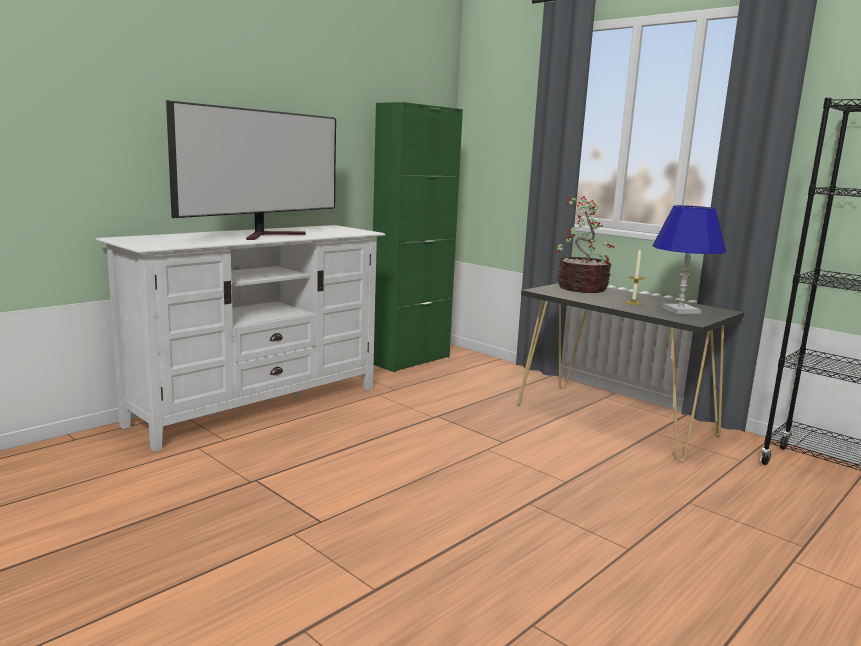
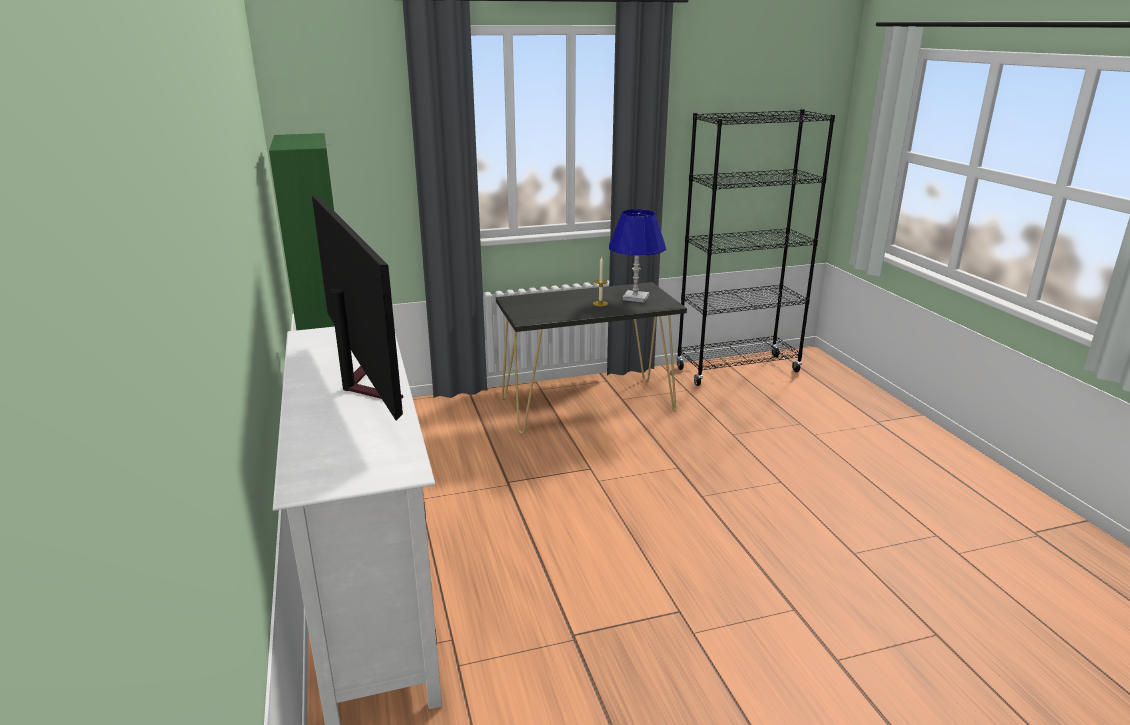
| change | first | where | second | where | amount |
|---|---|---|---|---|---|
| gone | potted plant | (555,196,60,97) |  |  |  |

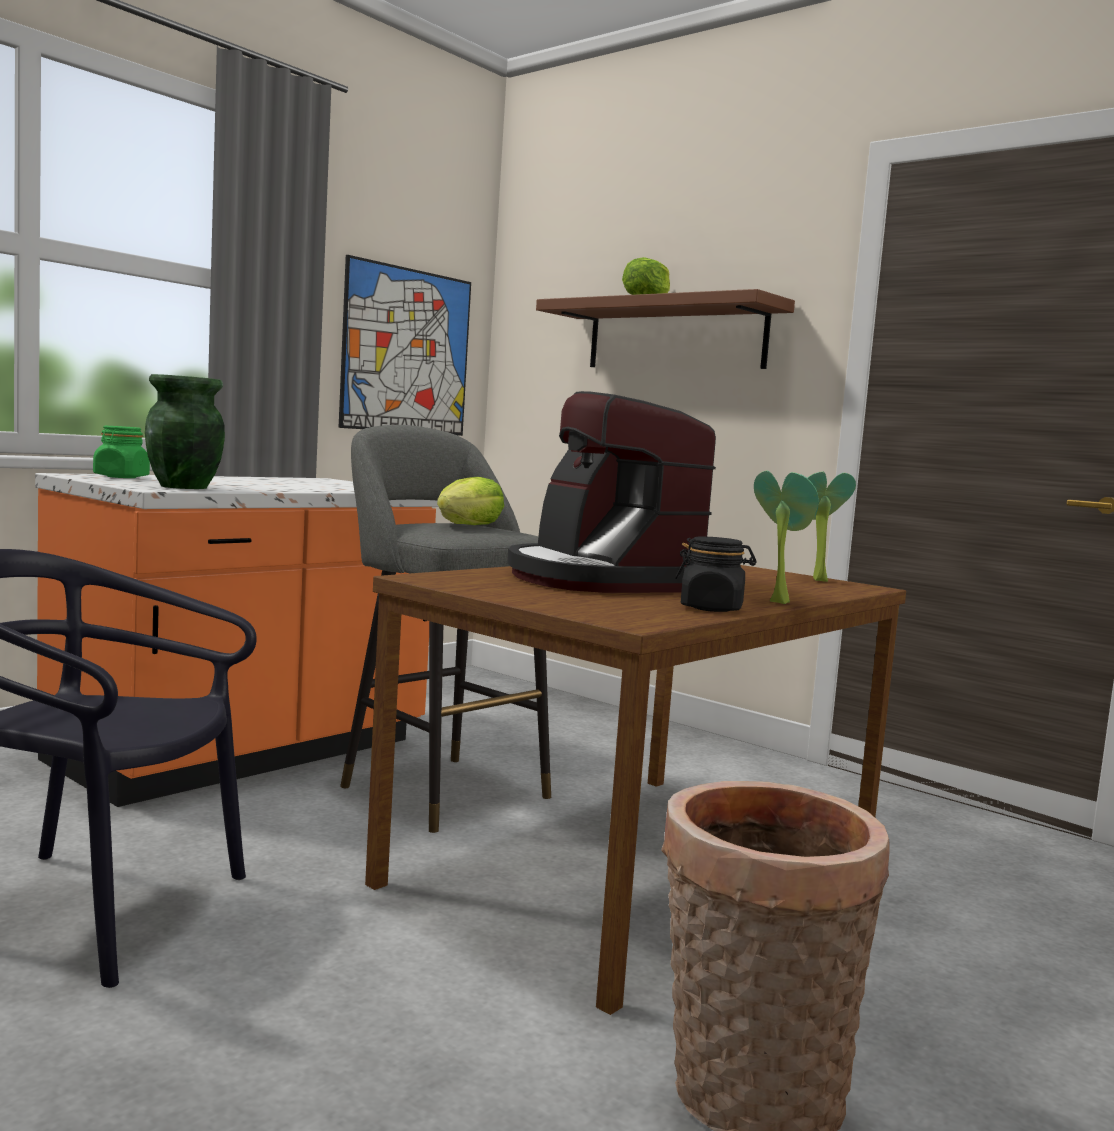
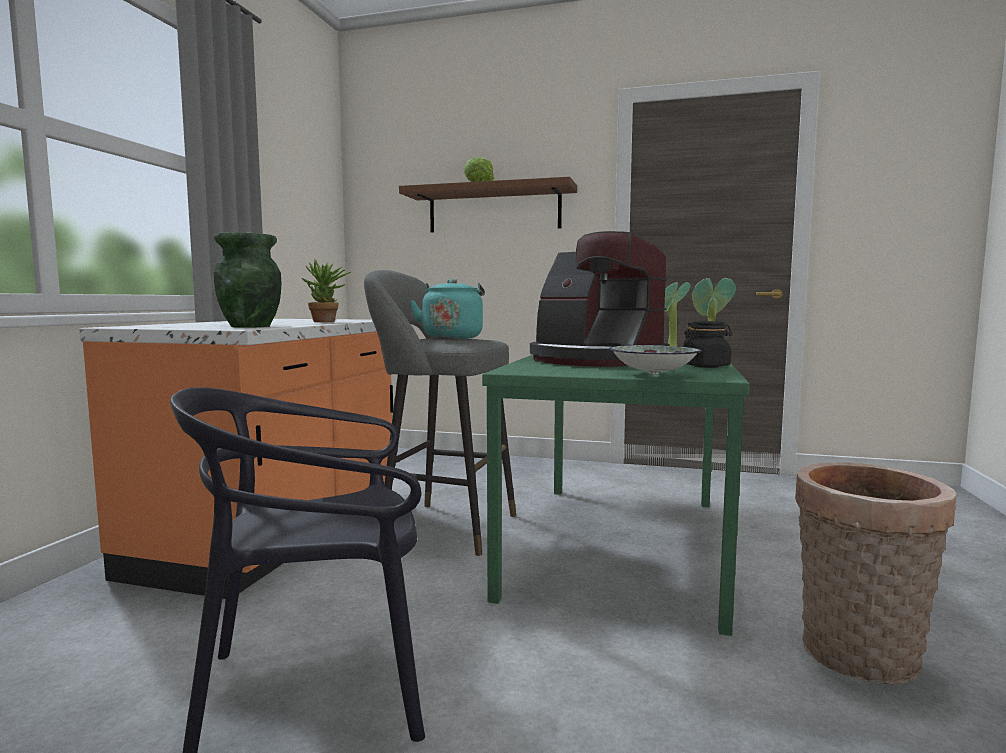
| change | first | where | second | where | amount |
|---|---|---|---|---|---|
| new |  |  | potted plant | (302,259,49,63) |  |
| swapped | lettuce | (437,477,67,48) | kettle (turquoise) | (409,279,76,60) |  |
| repainted | dining table (brown) | (365,565,541,450) | dining table (green) | (482,355,268,281) |  |
| new |  |  | bowl | (609,345,93,30) |  |
| gone | jar (green) | (93,426,57,52) |  |  |  |
| gone | picture | (338,255,133,181) |  |  |  |

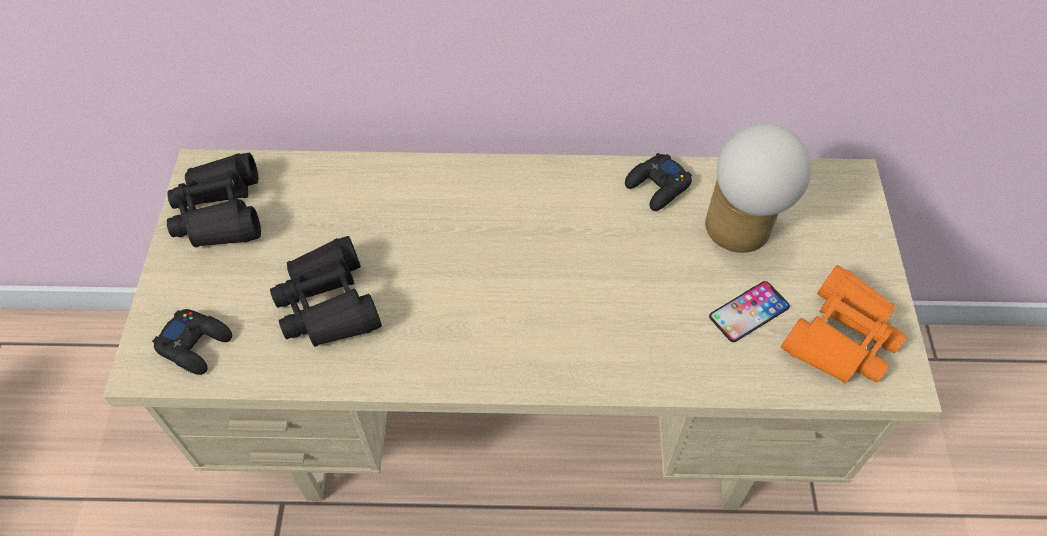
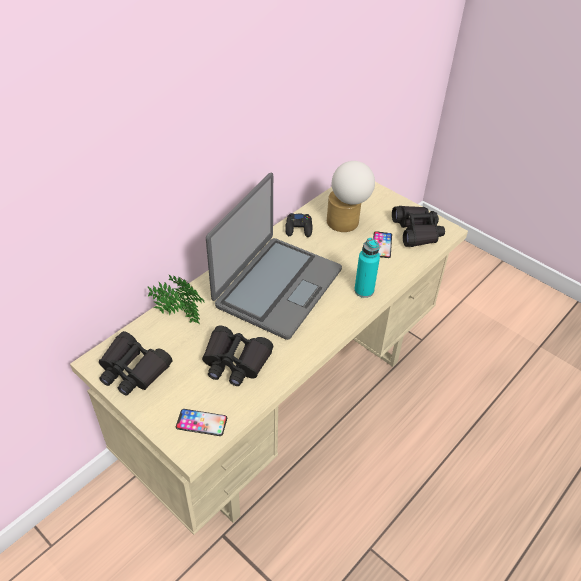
| change | first | where | second | where | amount |
|---|---|---|---|---|---|
| new |  |  | potted plant | (147,274,58,50) |  |
| swapped | game controller (black) | (152,309,80,66) | phone | (176,409,51,27) |  |
| new |  |  | laptop | (206,173,136,167) |  |
| new |  |  | bottle (turquoise) | (354,238,26,60) |  |
| repainted | binoculars (orange) | (781,265,126,118) | binoculars (black) | (392,206,53,41) |  |

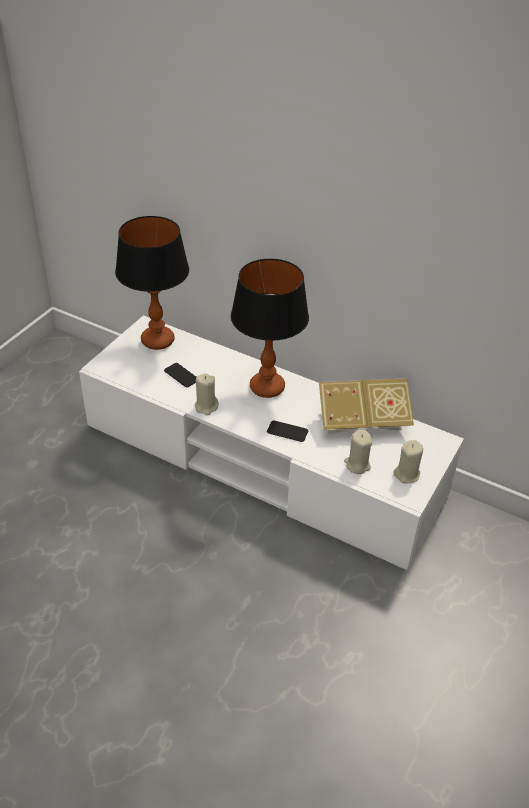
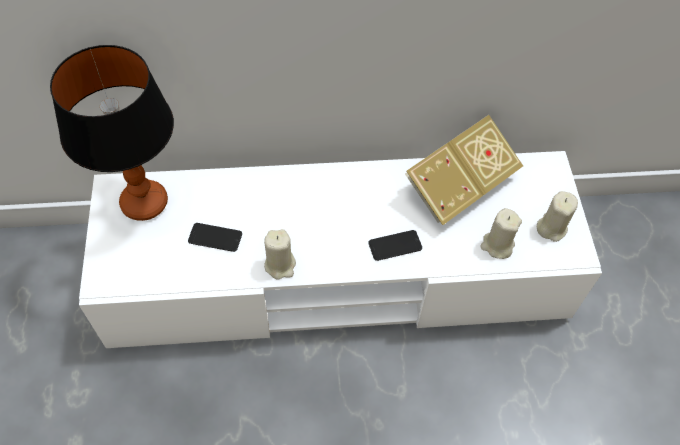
| change | first | where | second | where | amount |
|---|---|---|---|---|---|
| gone | table lamp | (231,259,78,139) |  |  |  |

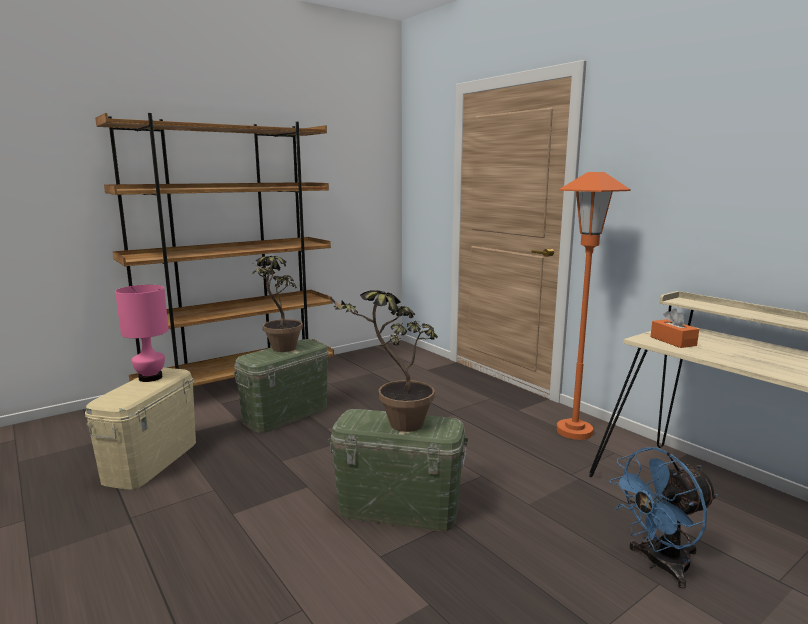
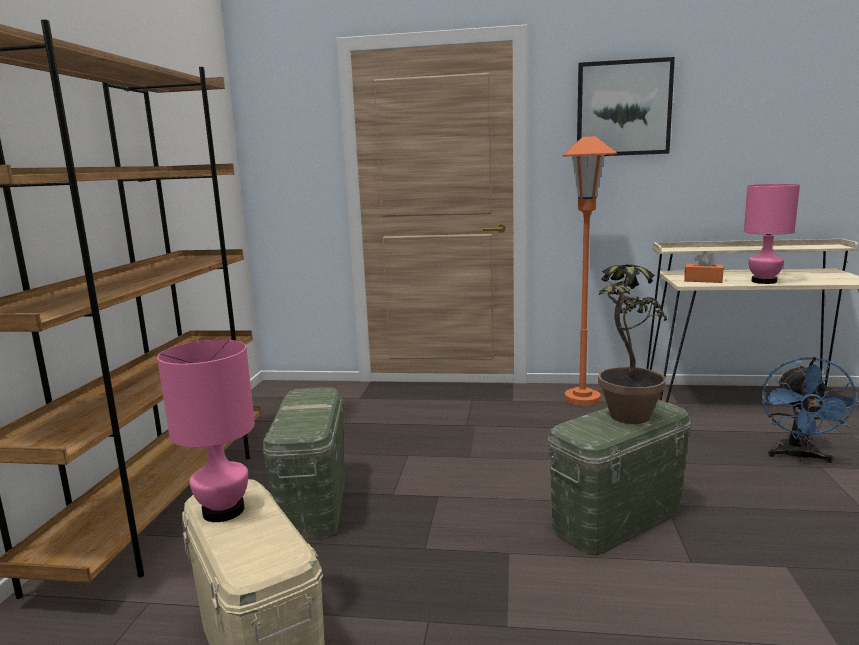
| change | first | where | second | where | amount |
|---|---|---|---|---|---|
| new |  |  | picture | (577,57,98,99) |  |
| new |  |  | table lamp (pink) | (744,184,56,100) |  |
| gone | potted plant | (252,256,51,96) |  |  |  |

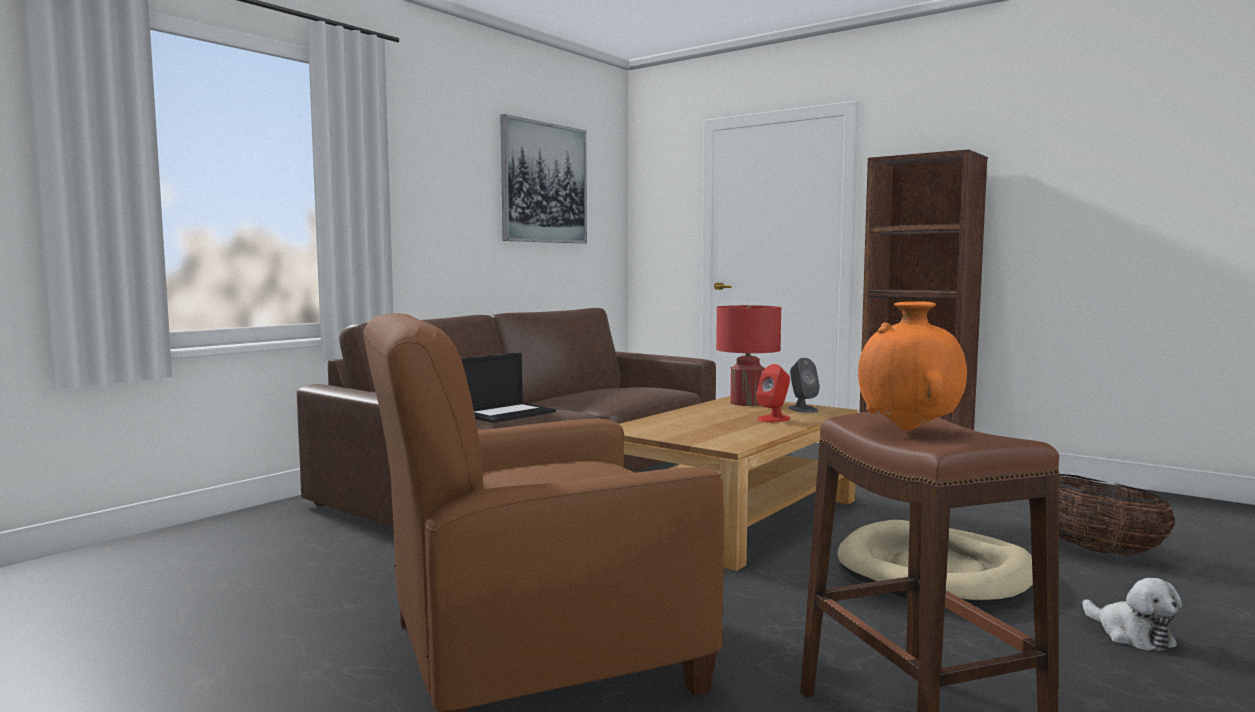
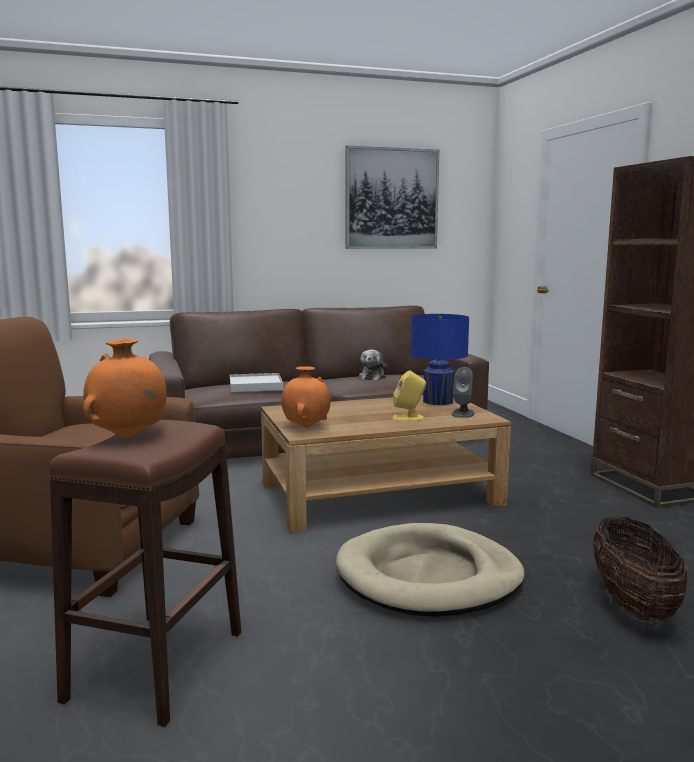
| change | first | where | second | where | amount |
|---|---|---|---|---|---|
| swapped | laptop | (461,352,95,71) | tray (white) | (230,373,53,19) |  |
| new |  |  | vase (orange) | (281,366,50,62) |  |
| shifted | plush toy | (1082,578,100,74) |  | (359,350,28,30) |  |
| repainted | speaker (red) | (756,364,34,59) | speaker (yellow) | (392,370,34,52) |  |
| repainted | table lamp (red) | (716,305,66,101) | table lamp (blue) | (411,314,58,91) |  |

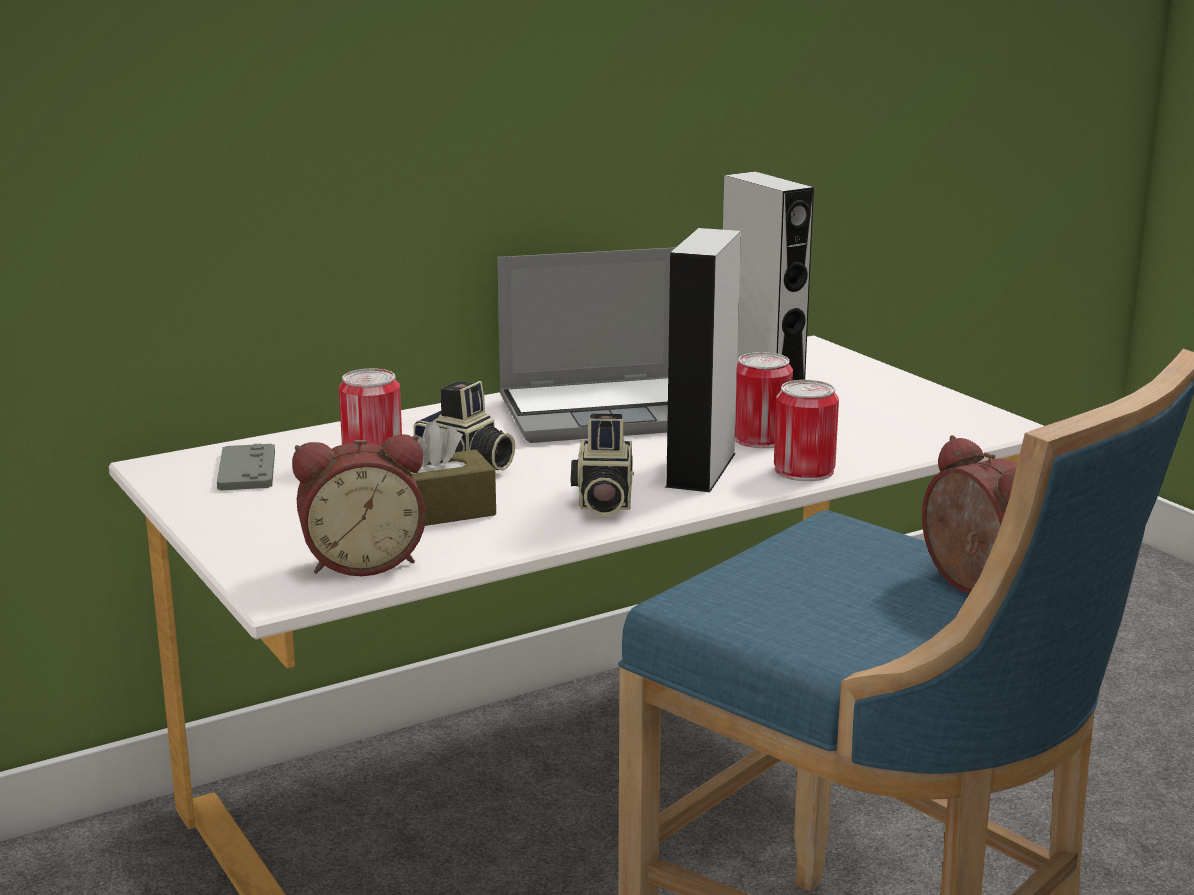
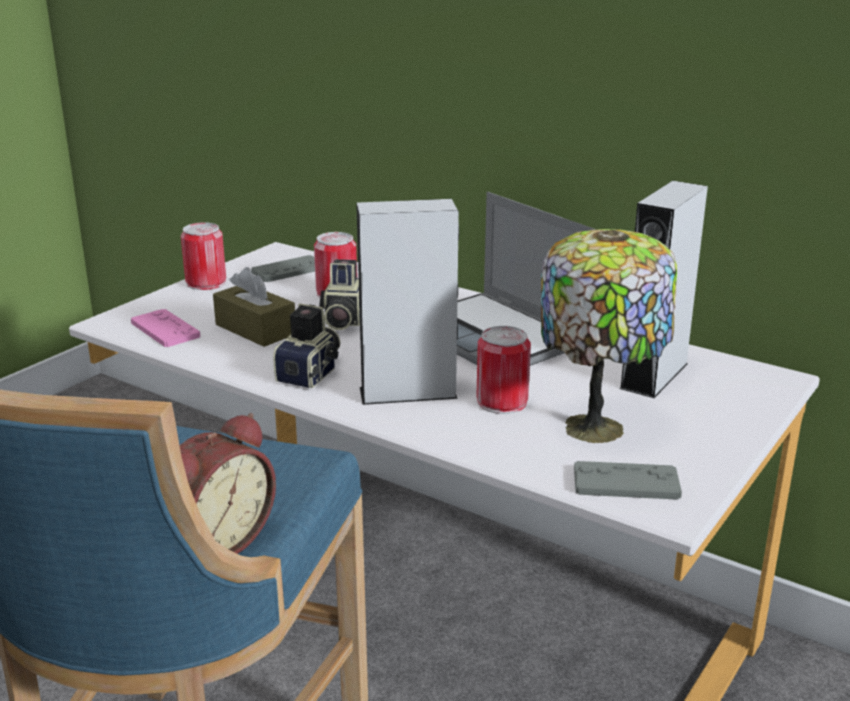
| change | first | where | second | where | amount |
|---|---|---|---|---|---|
| swapped | alarm clock | (292,434,134,142) | game controller (pink) | (131,309,69,38) |  |
| shifted | can | (774,380,65,101) |  | (181,222,45,68) |  |
| rotated | photo camera | (571,414,63,102) |  | (273,303,67,85) | 135 degrees clockwise |
| new |  |  | table lamp | (541,229,136,214) |  |
| new |  |  | game controller (grey) | (574,461,108,39) |  |

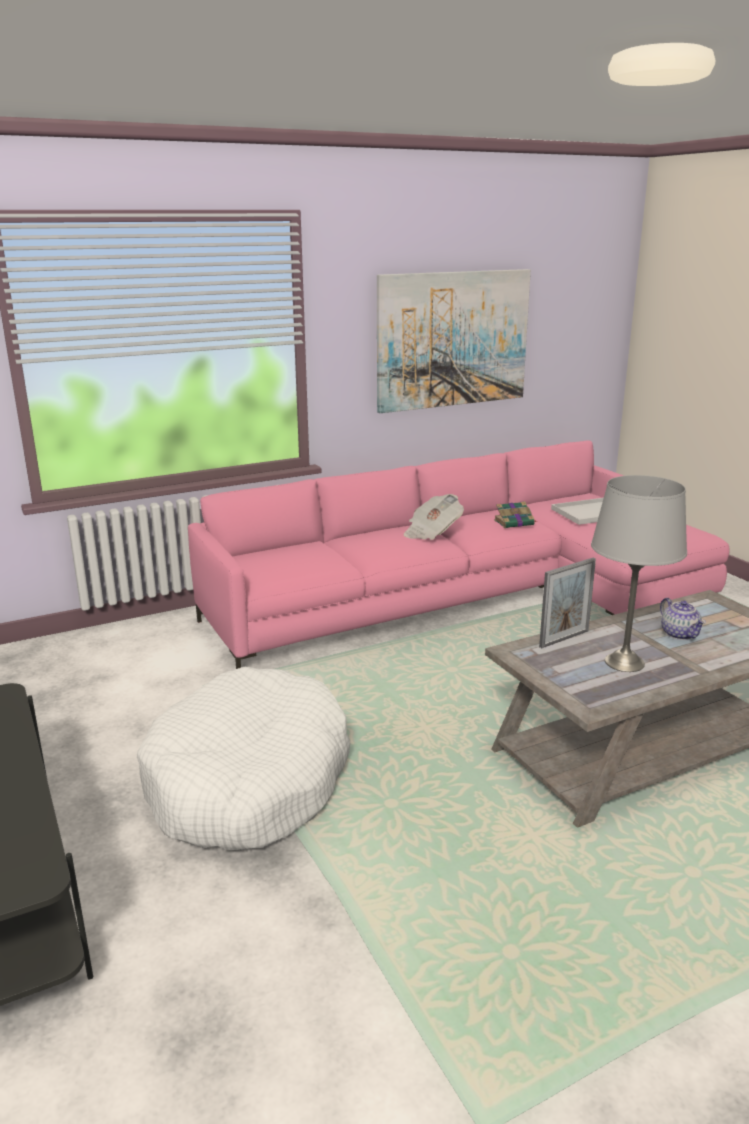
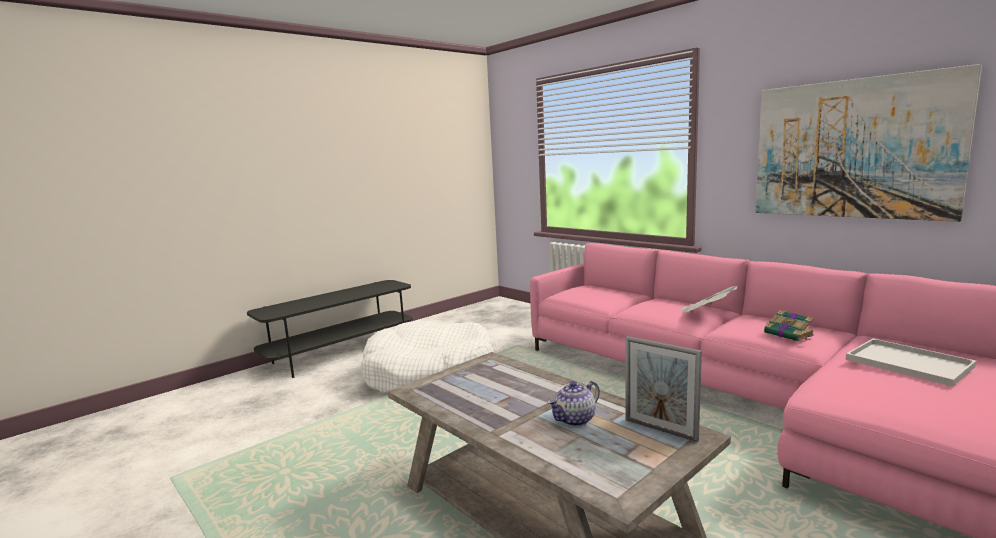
| change | first | where | second | where | amount |
|---|---|---|---|---|---|
| shifted | picture frame | (539,558,57,90) |  | (625,336,77,106) |  |
| gone | table lamp (grey) | (591,475,96,197) |  |  |  |

